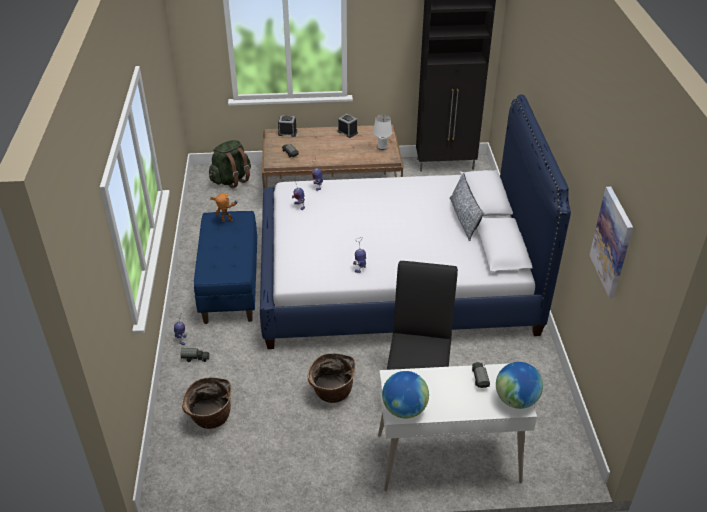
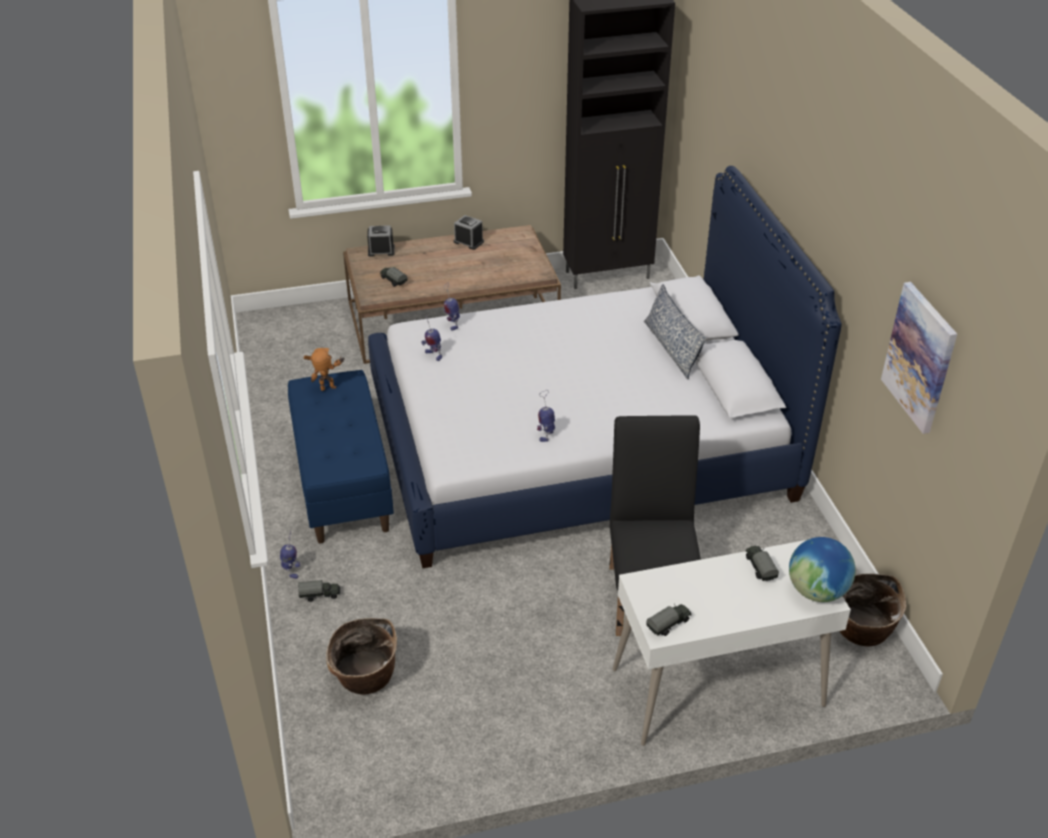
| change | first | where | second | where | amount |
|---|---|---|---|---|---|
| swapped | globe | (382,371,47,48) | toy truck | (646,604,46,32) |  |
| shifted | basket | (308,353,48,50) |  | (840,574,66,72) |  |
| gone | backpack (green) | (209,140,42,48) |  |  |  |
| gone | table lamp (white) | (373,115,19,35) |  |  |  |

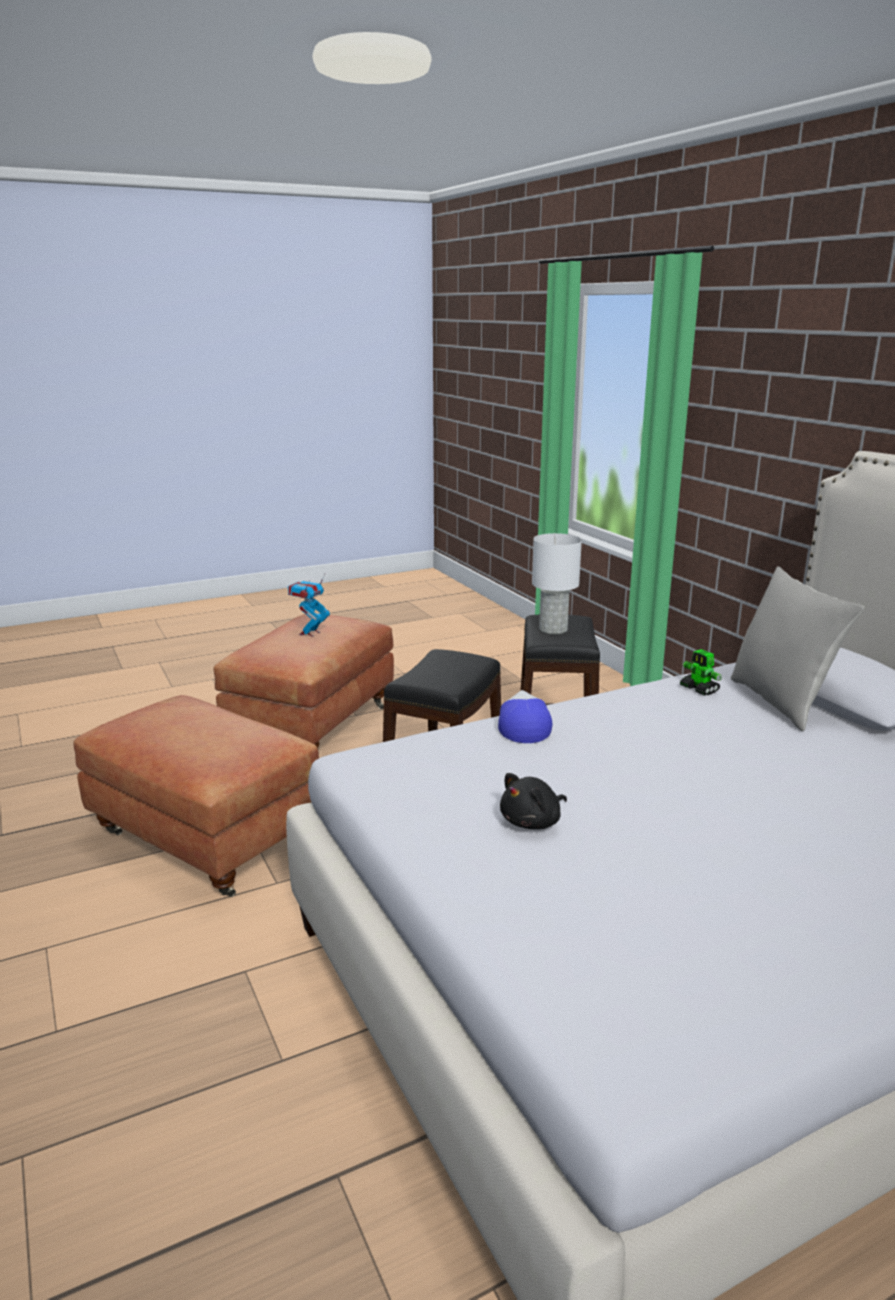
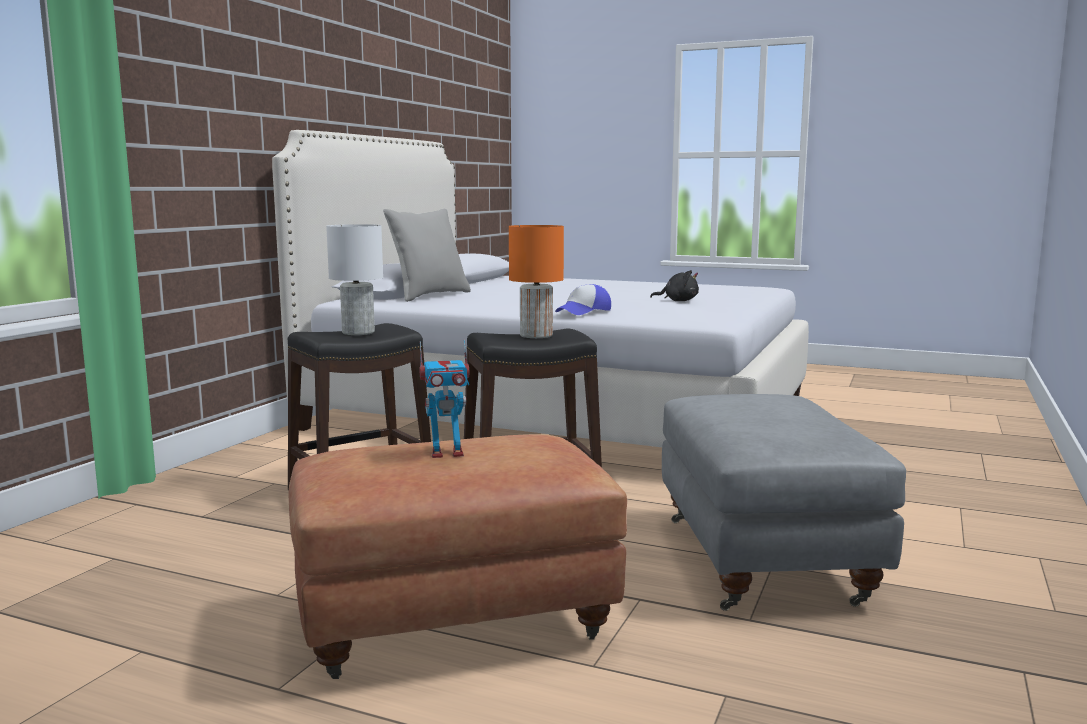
| change | first | where | second | where | amount |
|---|---|---|---|---|---|
| new |  |  | table lamp (orange) | (509,225,55,113) |  |
| repainted | ottoman (brown) | (73,695,246,202) | ottoman (grey) | (662,394,244,217) |  |
| gone | toy robot | (680,649,42,47) |  |  |  |

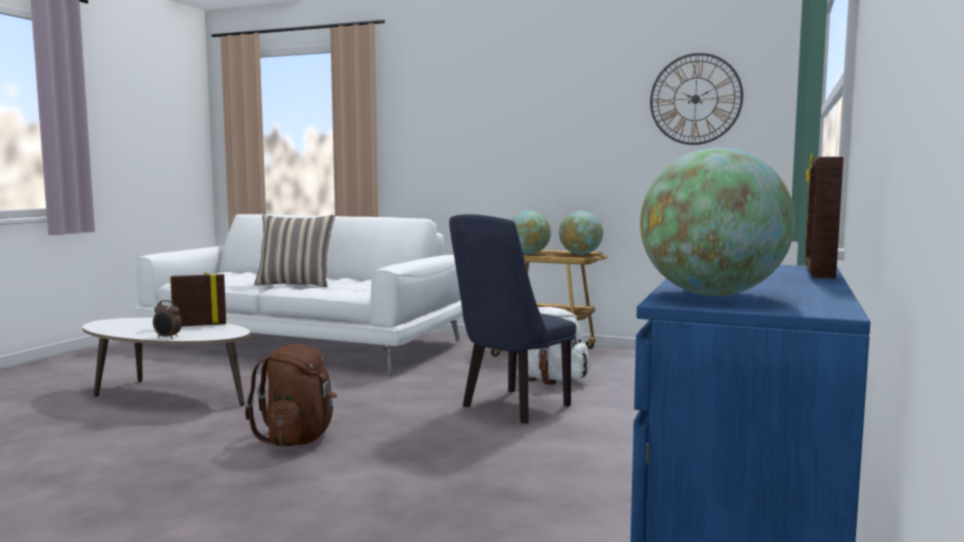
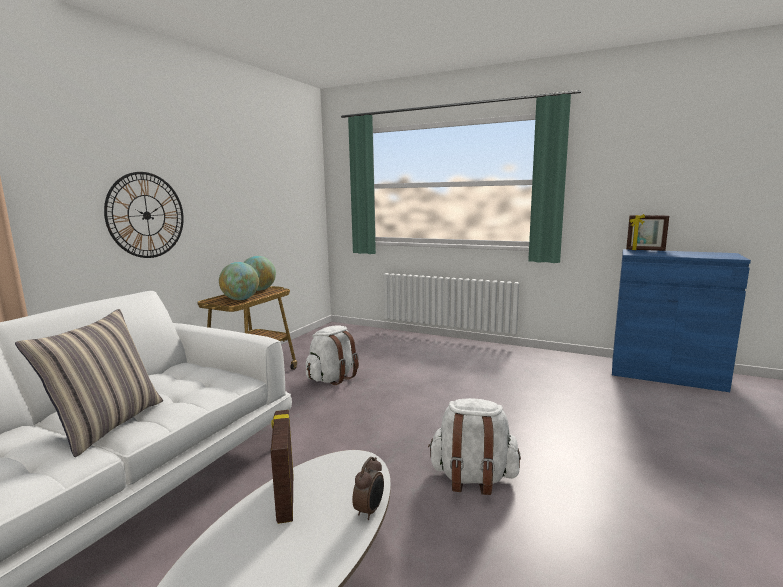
| change | first | where | second | where | amount |
|---|---|---|---|---|---|
| shifted | wall clock | (650,53,93,92) |  | (104,172,80,86) |  |
| repainted | backpack (brown) | (245,344,92,102) | backpack (white) | (428,398,93,97) |  |
| gone | chair (blue) | (449,214,127,210) |  |  |  |
| gone | globe | (640,148,155,148) |  |  |  |

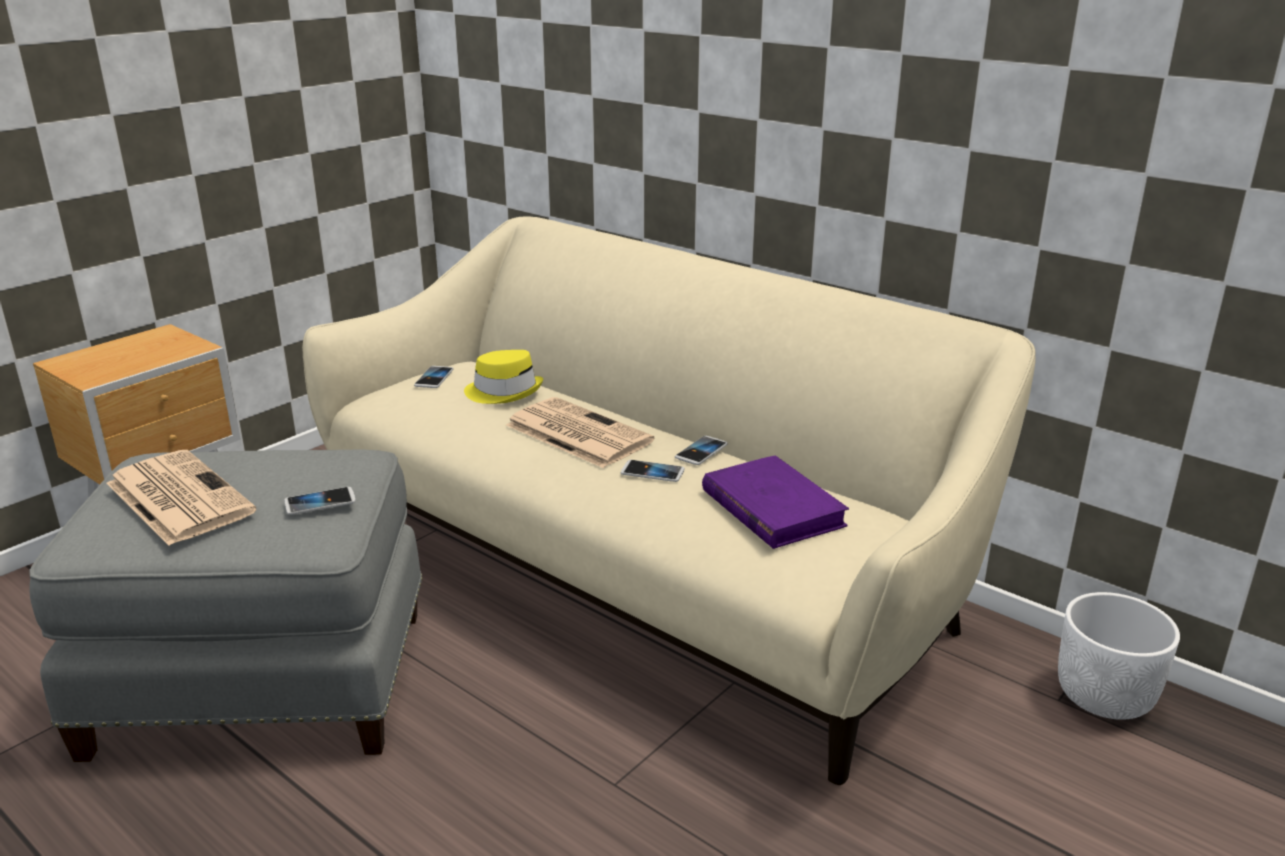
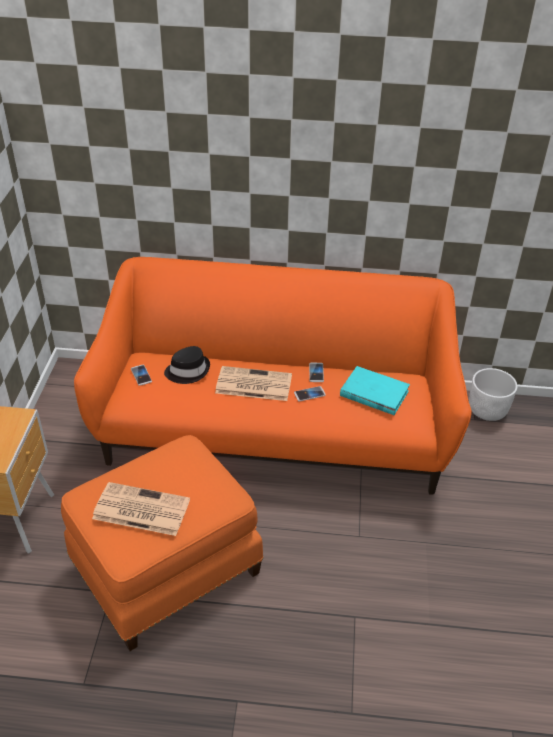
| change | first | where | second | where | amount |
|---|---|---|---|---|---|
| repainted | ottoman (grey) | (29,449,393,313) | ottoman (orange) | (61,435,202,216) |  |
| repainted | sofa (beige) | (302,217,734,568) | sofa (orange) | (74,257,398,238) |  |
| repainted | hat (yellow) | (464,350,79,54) | hat (black) | (164,346,46,38) |  |
| repainted | book (purple) | (702,455,147,94) | book (turquoise) | (340,366,70,49) |  |
| gone | phone | (284,487,72,28) |  |  |  |

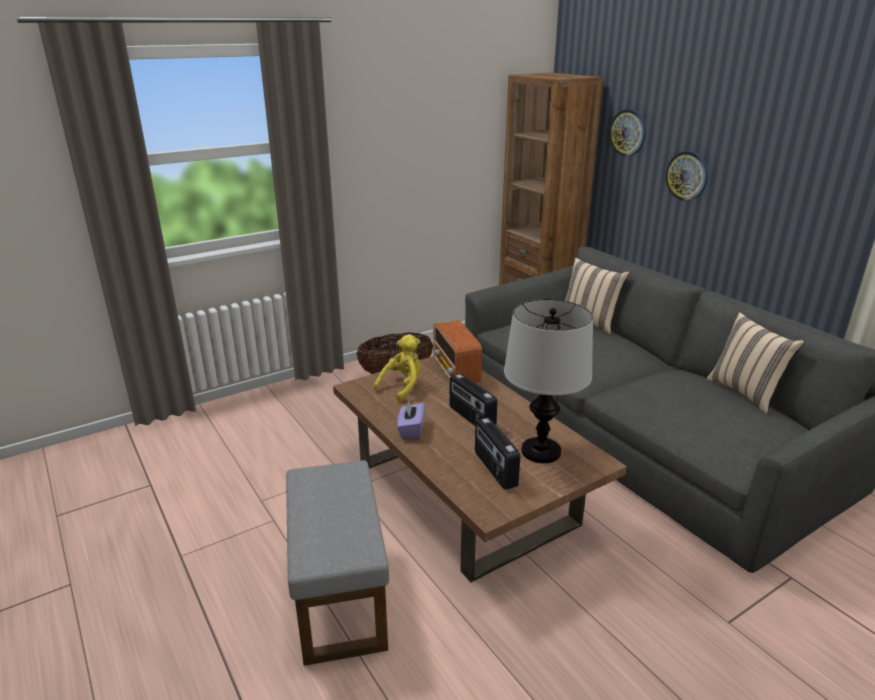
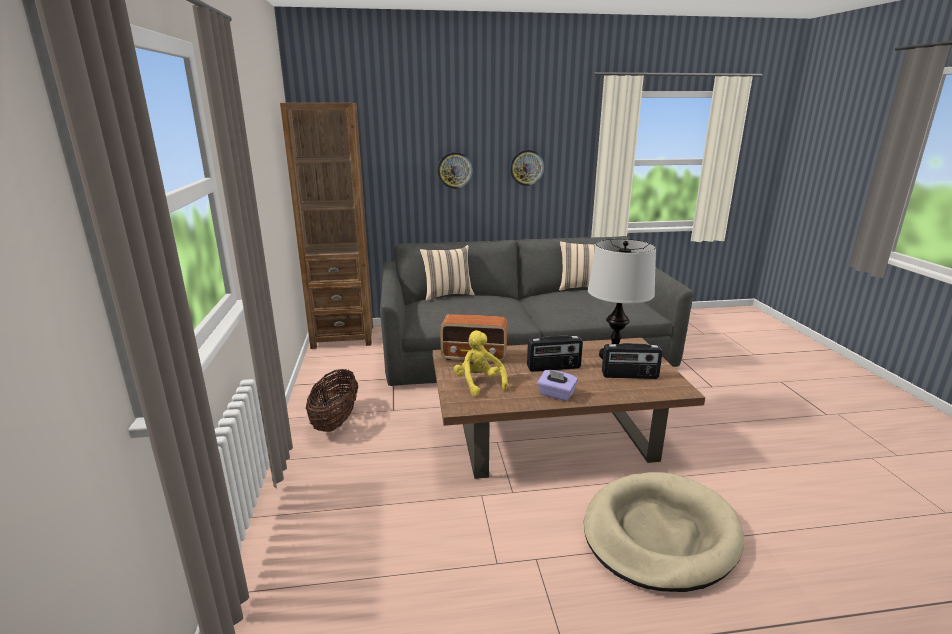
| change | first | where | second | where | amount |
|---|---|---|---|---|---|
| shifted | wall clock | (609,109,37,47) |  | (510,150,35,36) |  |
| swapped | ottoman (grey) | (286,460,103,206) | dog bed (beige) | (584,472,160,120) |  |

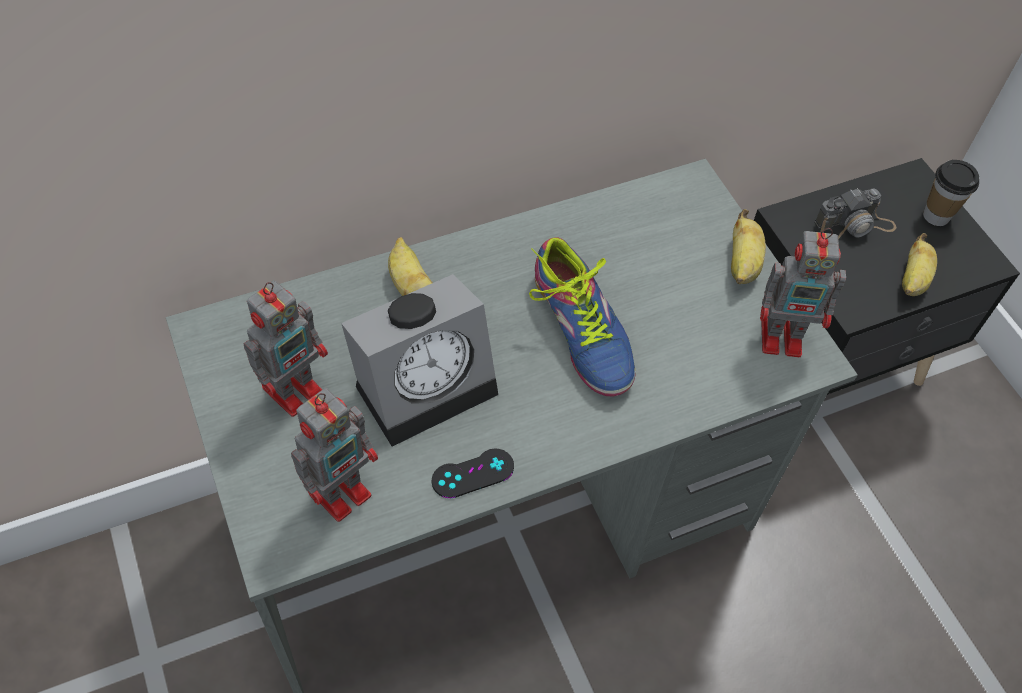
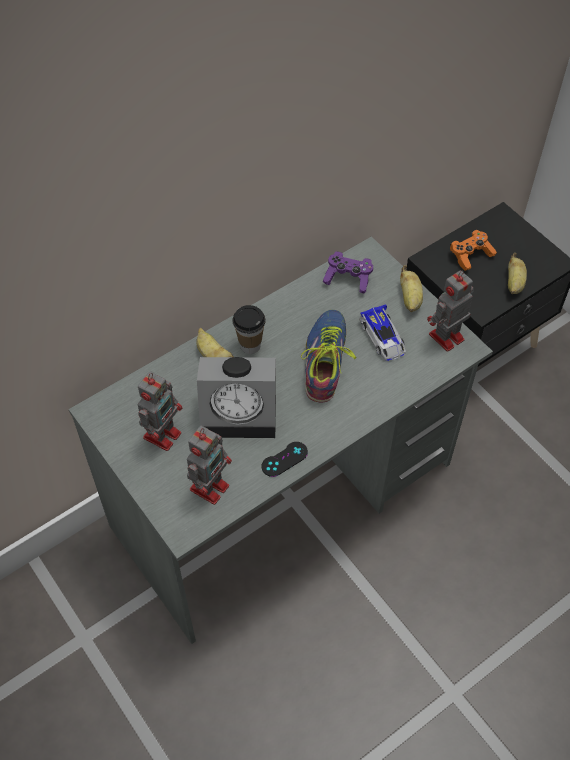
| change | first | where | second | where | amount |
|---|---|---|---|---|---|
| rotated | alarm clock | (341,274,157,172) |  | (197,357,79,81) | 45 degrees clockwise |
| shifted | cup | (923,160,56,66) |  | (232,305,34,49) |  |
| rotated | shoe | (529,237,106,160) |  | (301,310,55,92) | 135 degrees counterclockwise |
| new |  |  | game controller (purple) | (323,252,50,42) |  |
| new |  |  | toy car | (359,304,47,57) |  |
| rotated | toy robot | (760,228,86,129) |  | (427,270,46,82) | 150 degrees clockwise |
| swapped | photo camera | (814,188,83,51) | game controller (orange) | (450,230,47,41) |  |

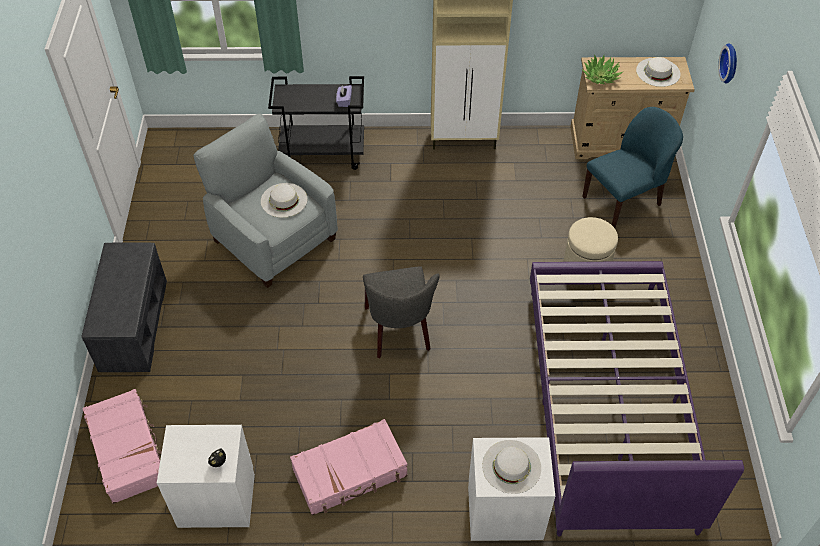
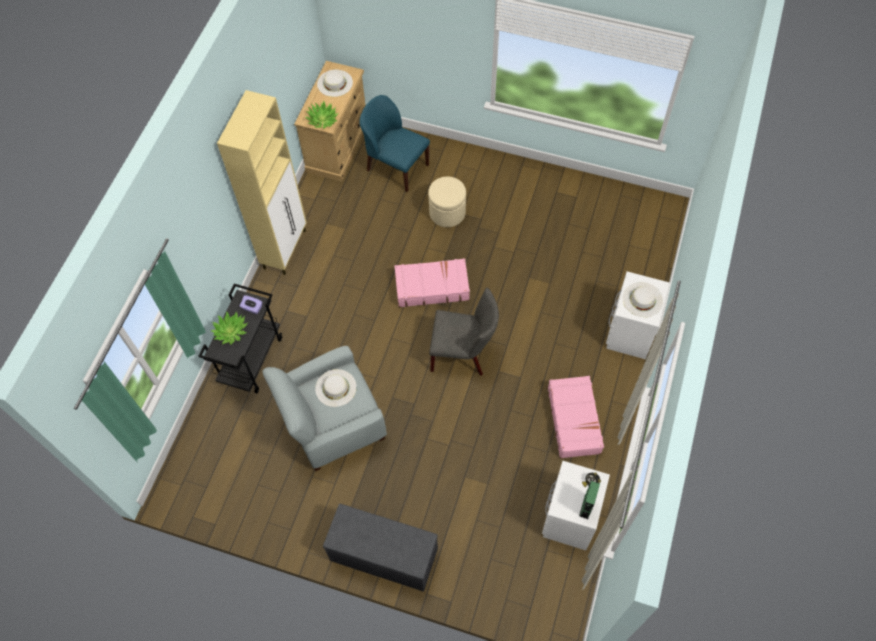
| change | first | where | second | where | amount |
|---|---|---|---|---|---|
| new |  |  | potted plant | (211,312,37,33) |  |
| rotated | chair (blue) | (582,107,101,121) |  | (359,95,71,97) | 45 degrees counterclockwise |
| shifted | suitcase (pink) | (82,389,80,115) |  | (394,258,76,49) |  |
| new |  |  | speaker (green) | (579,481,21,38) |  |
| gone | bed (purple) | (530,261,214,276) |  |  |  |
| gone | wall clock | (718,43,19,41) |  |  |  |

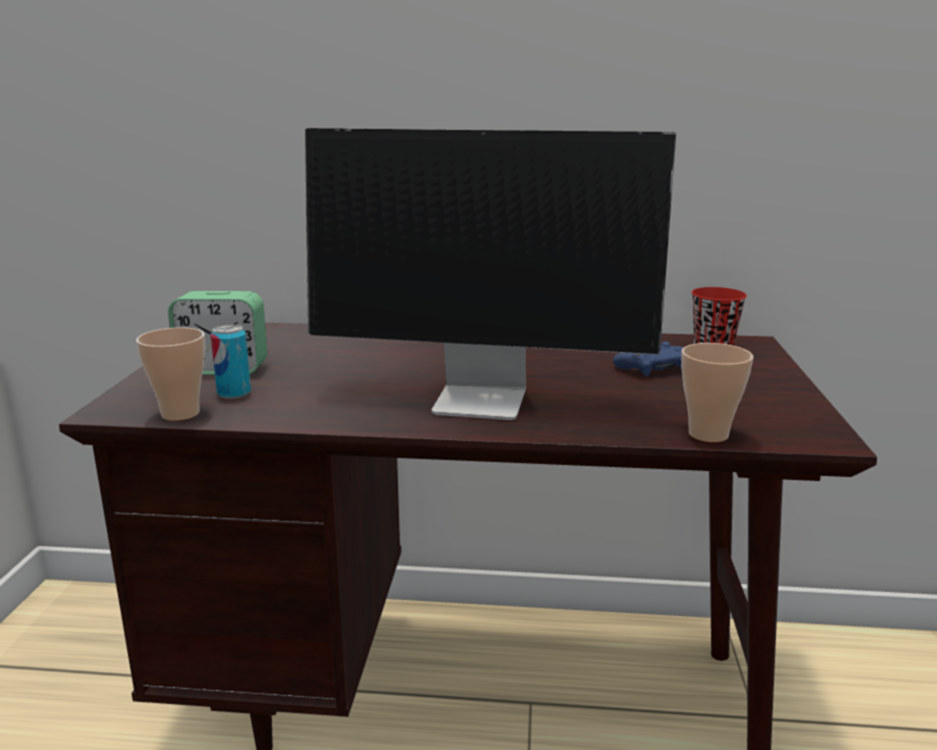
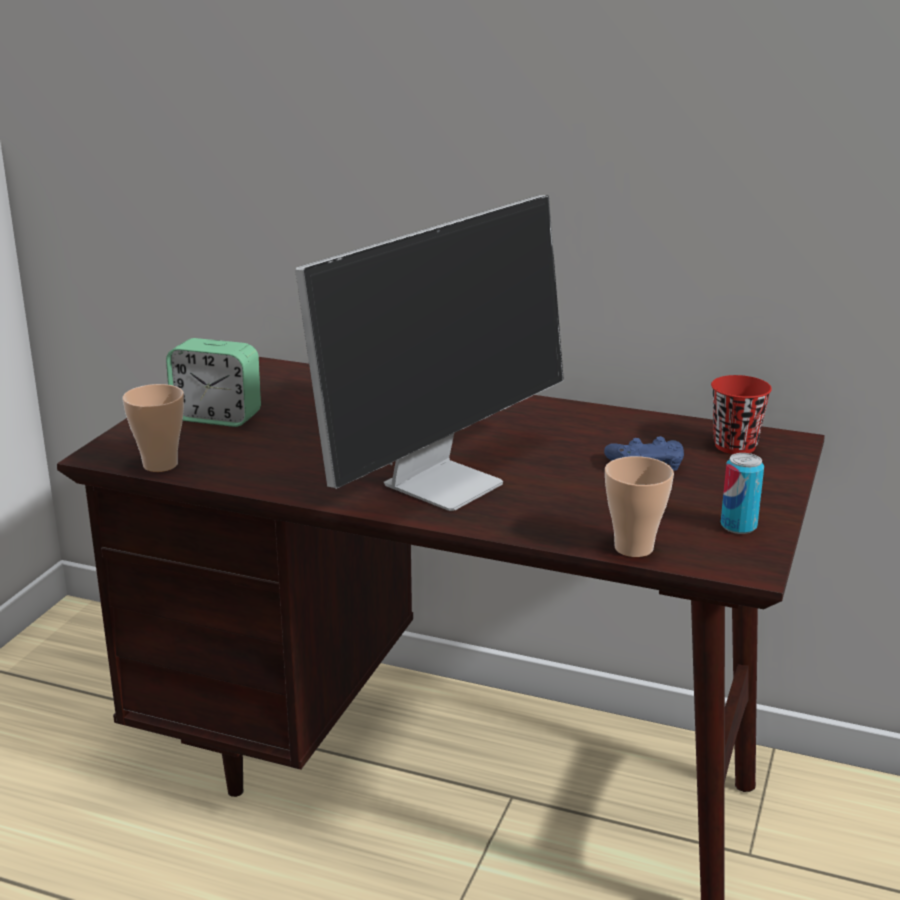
| change | first | where | second | where | amount |
|---|---|---|---|---|---|
| rotated | monitor | (305,128,371,292) |  | (295,195,269,316) | 75 degrees counterclockwise |
| shifted | can | (211,325,40,74) |  | (721,453,43,81) |  |

